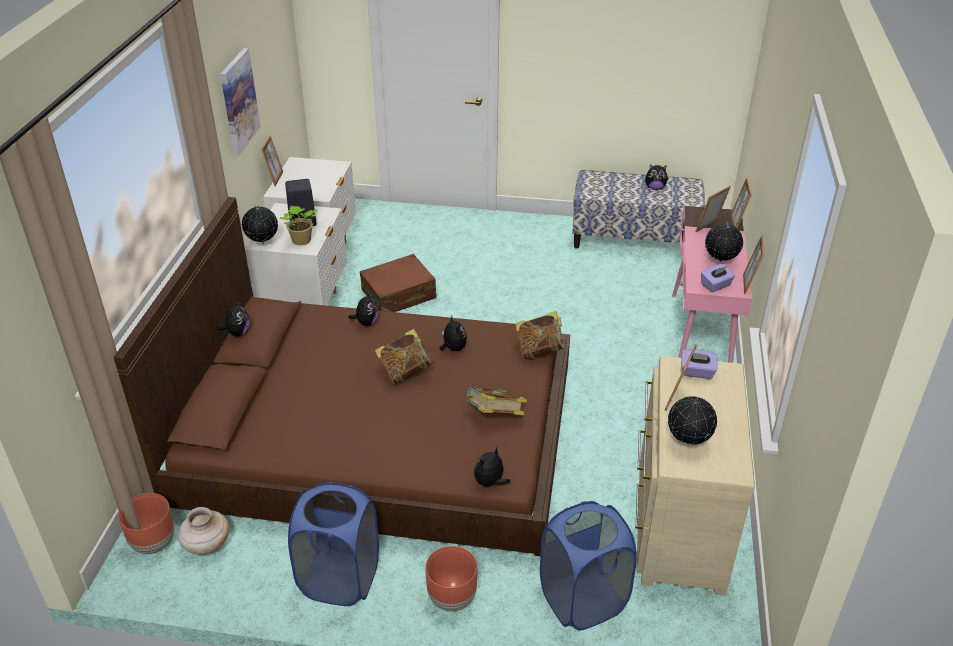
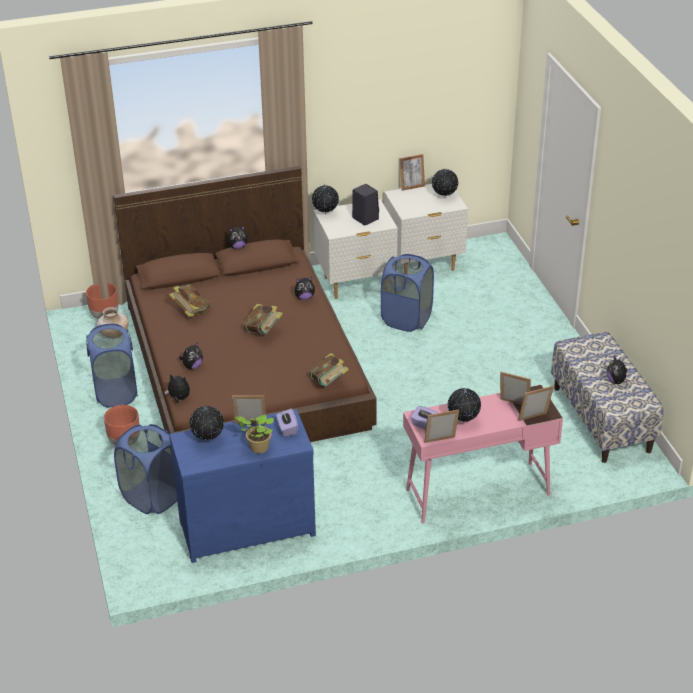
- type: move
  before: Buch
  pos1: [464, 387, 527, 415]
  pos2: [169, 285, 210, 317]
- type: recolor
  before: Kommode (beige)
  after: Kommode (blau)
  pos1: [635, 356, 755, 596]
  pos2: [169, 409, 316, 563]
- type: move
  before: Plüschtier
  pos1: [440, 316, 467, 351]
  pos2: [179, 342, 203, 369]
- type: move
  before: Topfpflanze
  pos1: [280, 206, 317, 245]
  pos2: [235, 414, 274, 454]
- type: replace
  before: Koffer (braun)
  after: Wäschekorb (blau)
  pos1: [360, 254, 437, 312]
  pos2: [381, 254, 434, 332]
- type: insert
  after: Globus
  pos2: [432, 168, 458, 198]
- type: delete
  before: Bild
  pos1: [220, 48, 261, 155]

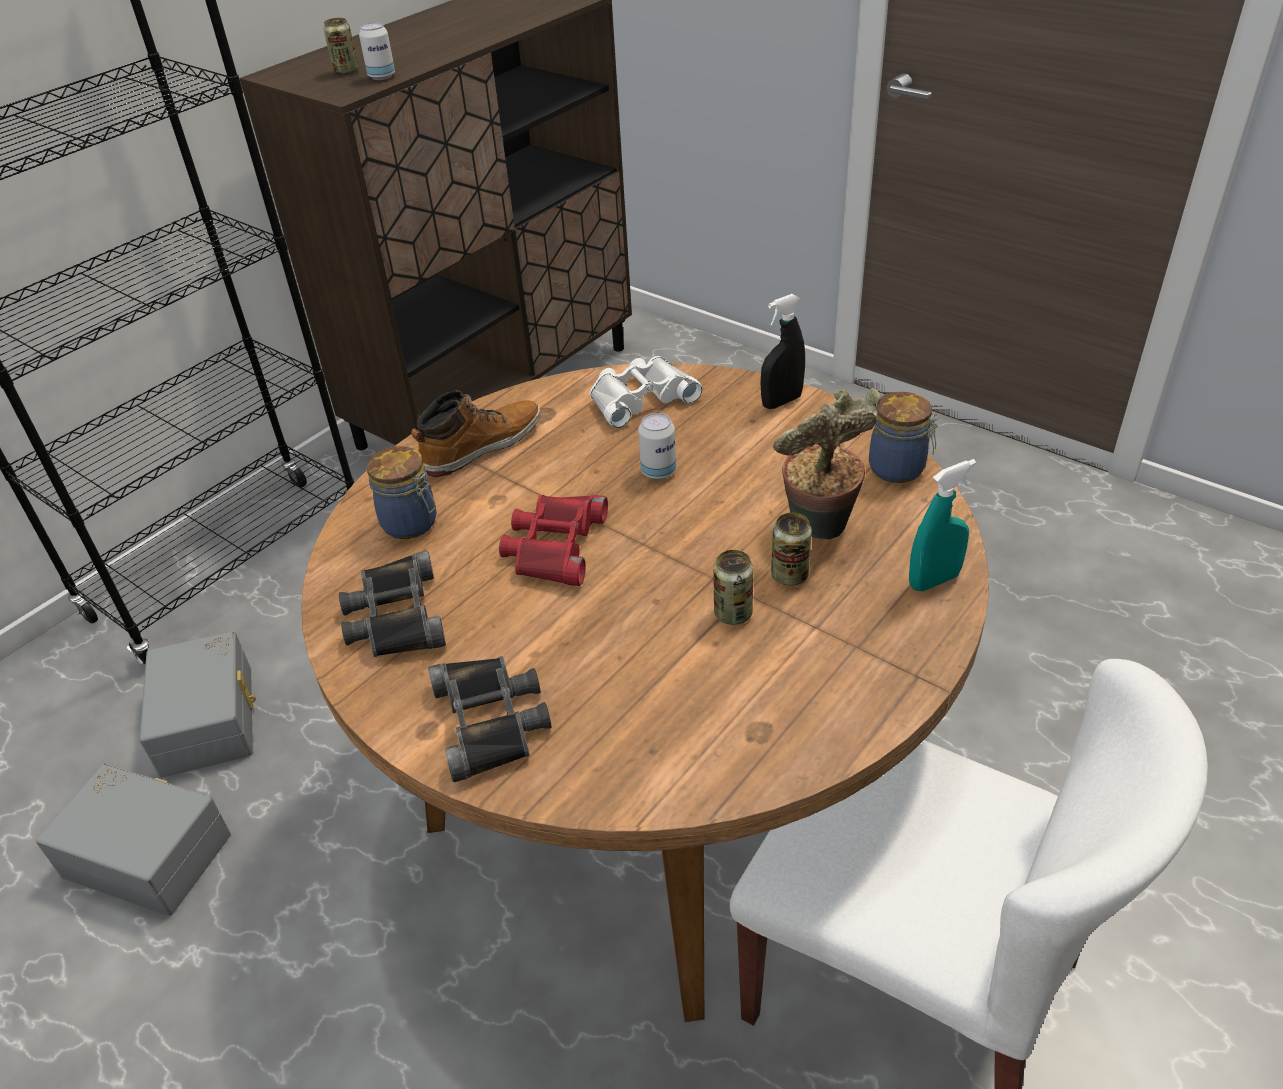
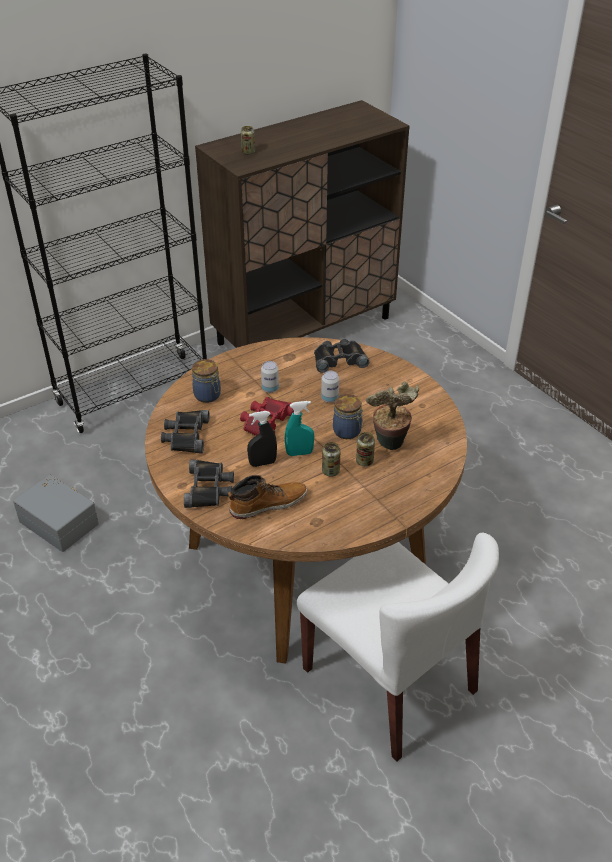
- type: move
  before: Stiefel
  pos1: [411, 390, 540, 477]
  pos2: [228, 475, 307, 519]
- type: move
  before: Sprühflasche (schwarz)
  pos1: [760, 294, 805, 409]
  pos2: [247, 411, 277, 467]
- type: move
  before: Dose
  pos1: [359, 22, 395, 80]
  pos2: [261, 361, 279, 393]
- type: move
  before: Sprühflasche (türkis)
  pos1: [909, 459, 976, 591]
  pos2: [285, 401, 314, 456]
- type: recolor
  before: Fernglas (weiß)
  after: Fernglas (schwarz)
  pos1: [590, 356, 703, 428]
  pos2: [314, 339, 369, 373]
- type: move
  before: Vorratsglas
  pos1: [869, 391, 939, 483]
  pos2: [333, 394, 363, 439]
- type: delete
  before: Aufbewahrungsbox (grau)
  pos1: [139, 631, 256, 778]

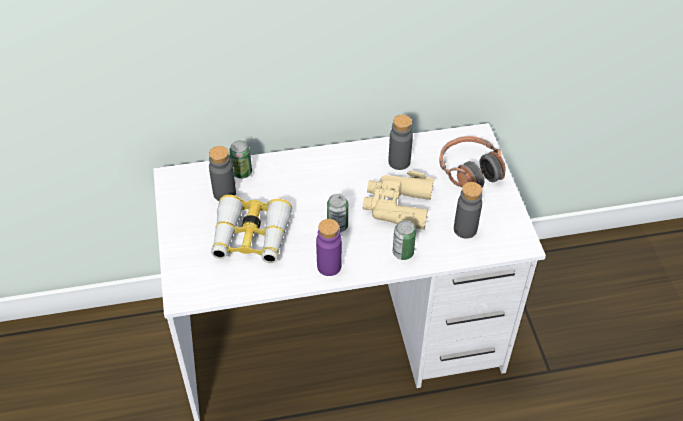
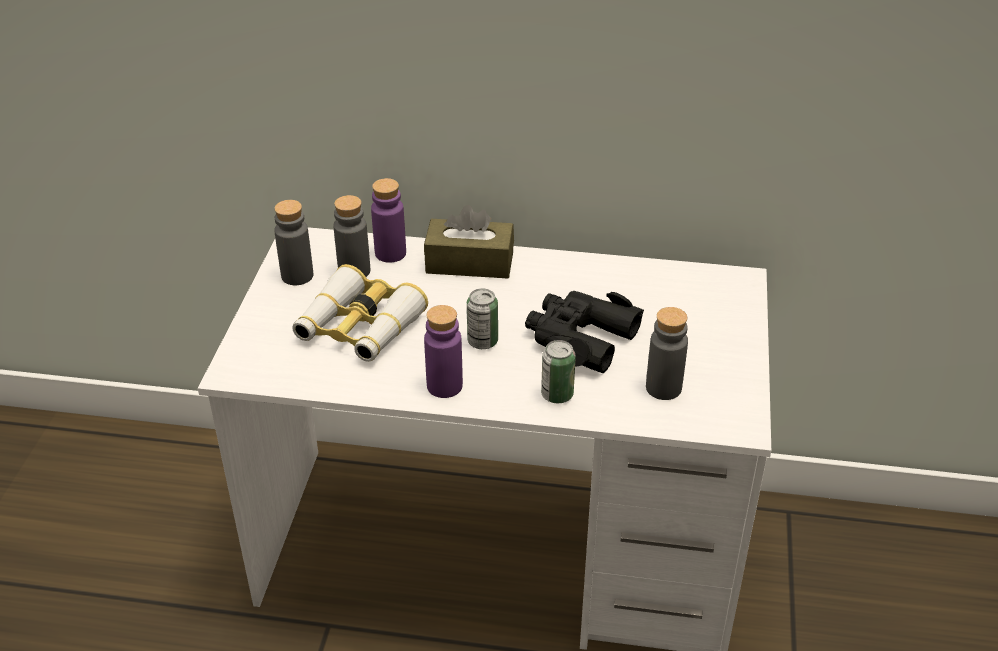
- type: move
  before: Flasche (grau)
  pos1: [388, 115, 413, 170]
  pos2: [274, 200, 313, 285]
- type: replace
  before: Dose
  after: Flasche (lila)
  pos1: [229, 140, 252, 179]
  pos2: [371, 178, 406, 263]
- type: insert
  after: Taschentuchbox (braun)
  pos2: [424, 205, 514, 278]
- type: recolor
  before: Fernglas (beige)
  after: Fernglas (schwarz)
  pos1: [363, 171, 435, 230]
  pos2: [525, 291, 644, 373]
- type: delete
  before: Kopfhörer
  pos1: [439, 136, 506, 187]

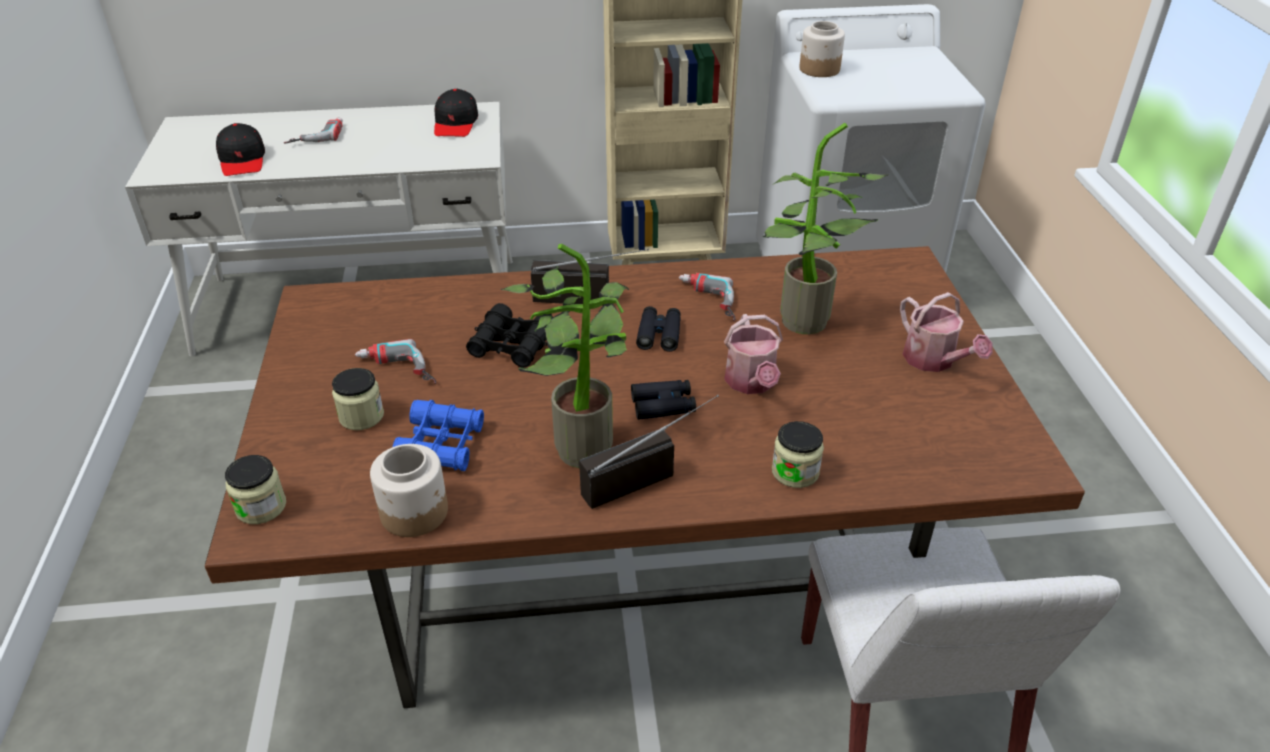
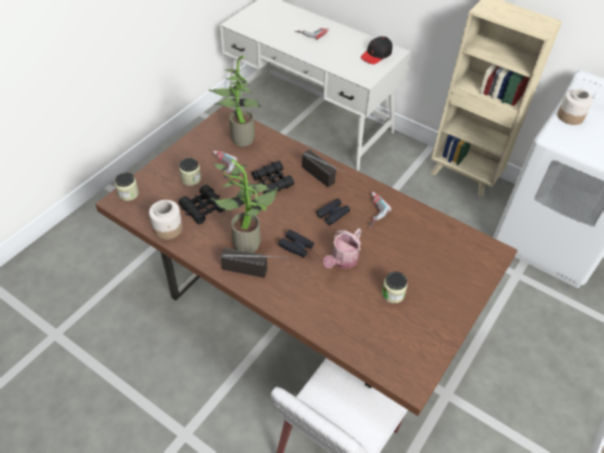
- type: recolor
  before: Fernglas (blau)
  after: Fernglas (schwarz)
  pos1: [393, 400, 484, 471]
  pos2: [179, 185, 225, 224]
- type: move
  before: Topfpflanze
  pos1: [763, 123, 889, 334]
  pos2: [209, 55, 261, 147]
- type: move
  before: Vorratsglas
  pos1: [772, 421, 824, 488]
  pos2: [382, 271, 407, 303]
- type: delete
  before: Kappe (schwarz)
  pos1: [216, 123, 265, 176]
- type: delete
  before: Gießkanne
  pos1: [900, 292, 993, 372]

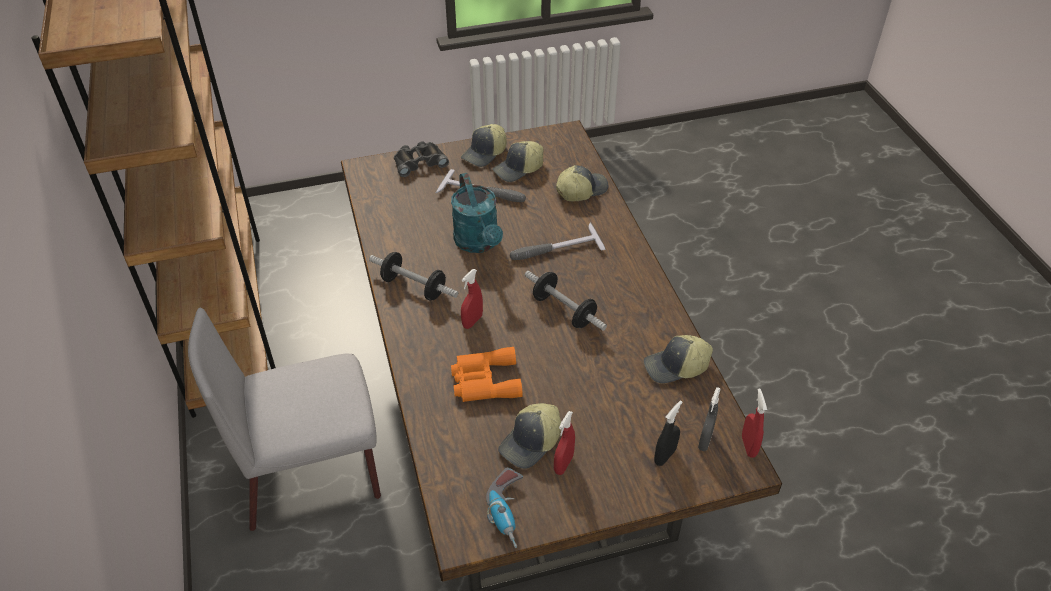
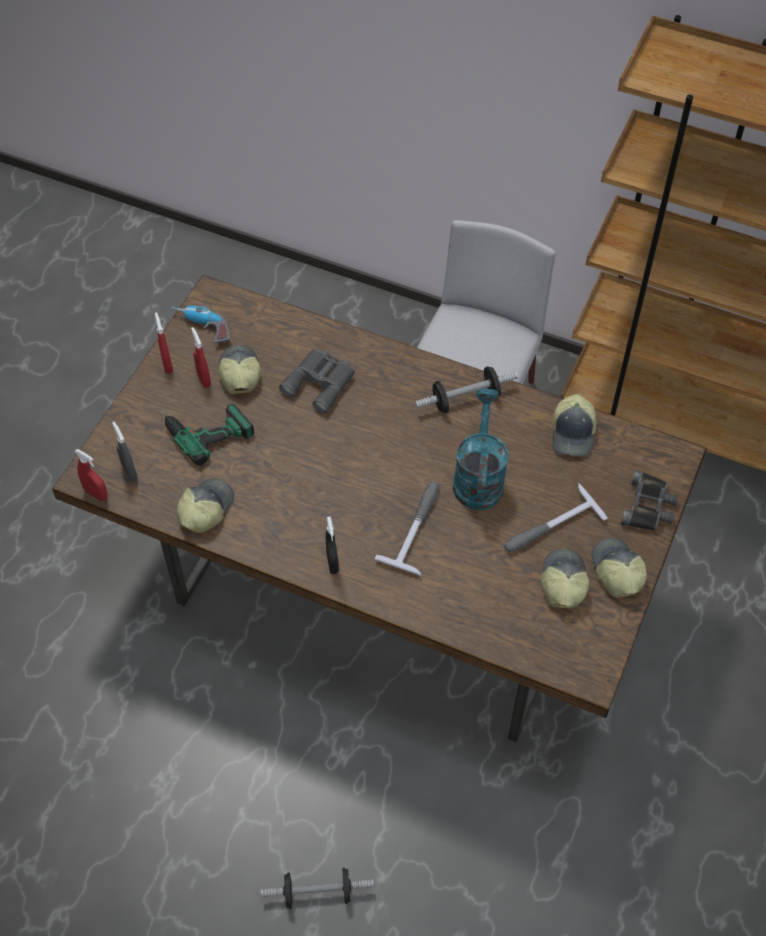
- type: move
  before: Sprühflasche (rot)
  pos1: [461, 269, 483, 329]
  pos2: [155, 312, 173, 374]
- type: insert
  after: Bohrmaschine
  pos2: [158, 404, 254, 466]
- type: move
  before: Hantel
  pos1: [525, 271, 607, 331]
  pos2: [261, 868, 374, 909]
- type: recolor
  before: Fernglas (orange)
  after: Fernglas (grau)
  pos1: [451, 347, 523, 402]
  pos2: [279, 349, 355, 414]
- type: move
  before: Sprühflasche (schwarz)
  pos1: [654, 401, 683, 466]
  pos2: [325, 516, 339, 574]
- type: rotate
  before: Gießkanne (türkis)
  pos1: [451, 173, 503, 253]
  pos2: [453, 388, 508, 510]
  turn: 75
- type: move
  before: Kappe
  pos1: [556, 165, 609, 201]
  pos2: [552, 394, 597, 456]

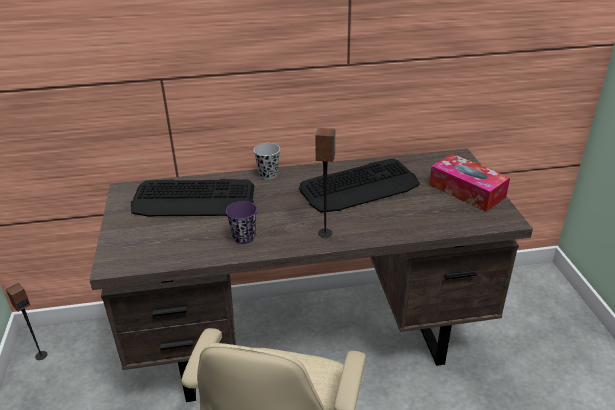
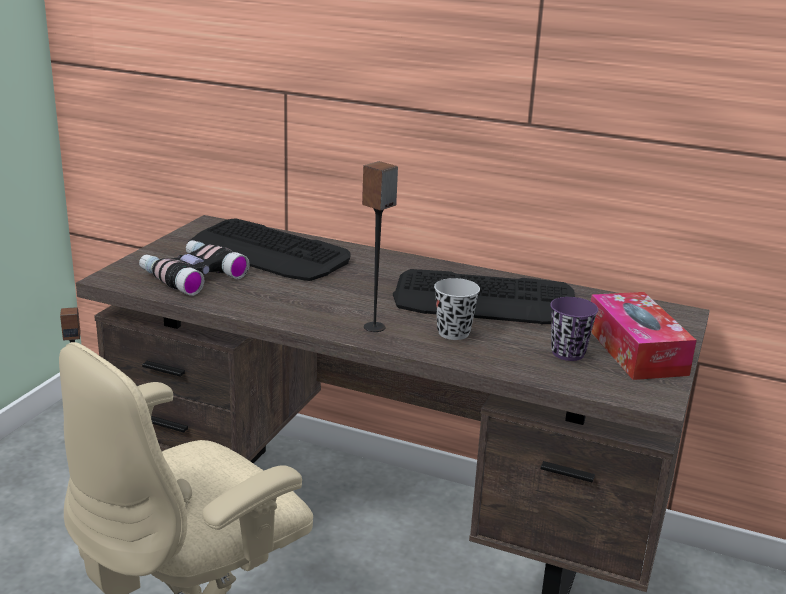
- type: insert
  after: Fernglas
  pos2: [139, 240, 250, 296]
- type: move
  before: Tasse (schwarz)
  pos1: [254, 143, 280, 179]
  pos2: [434, 278, 480, 340]
- type: move
  before: Tasse (lila)
  pos1: [226, 201, 257, 244]
  pos2: [550, 297, 598, 361]

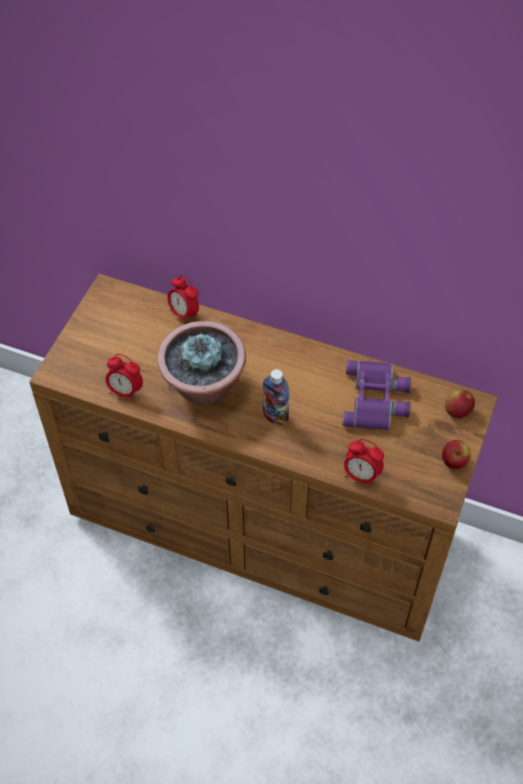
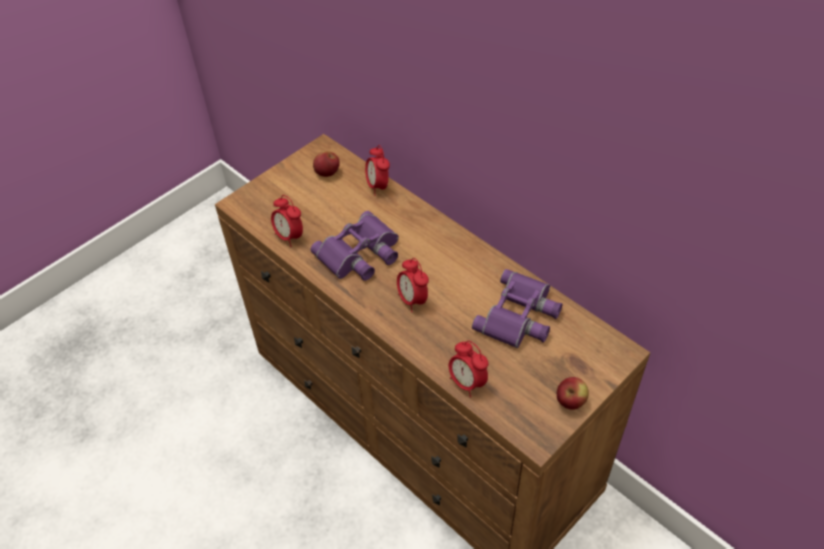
- type: replace
  before: Topfpflanze
  after: Fernglas (lila)
  pos1: [157, 321, 246, 405]
  pos2: [311, 211, 399, 281]
- type: move
  before: Apfel
  pos1: [445, 390, 475, 418]
  pos2: [313, 151, 340, 177]
- type: replace
  before: Flasche
  after: Wecker
  pos1: [263, 369, 289, 425]
  pos2: [397, 258, 429, 312]

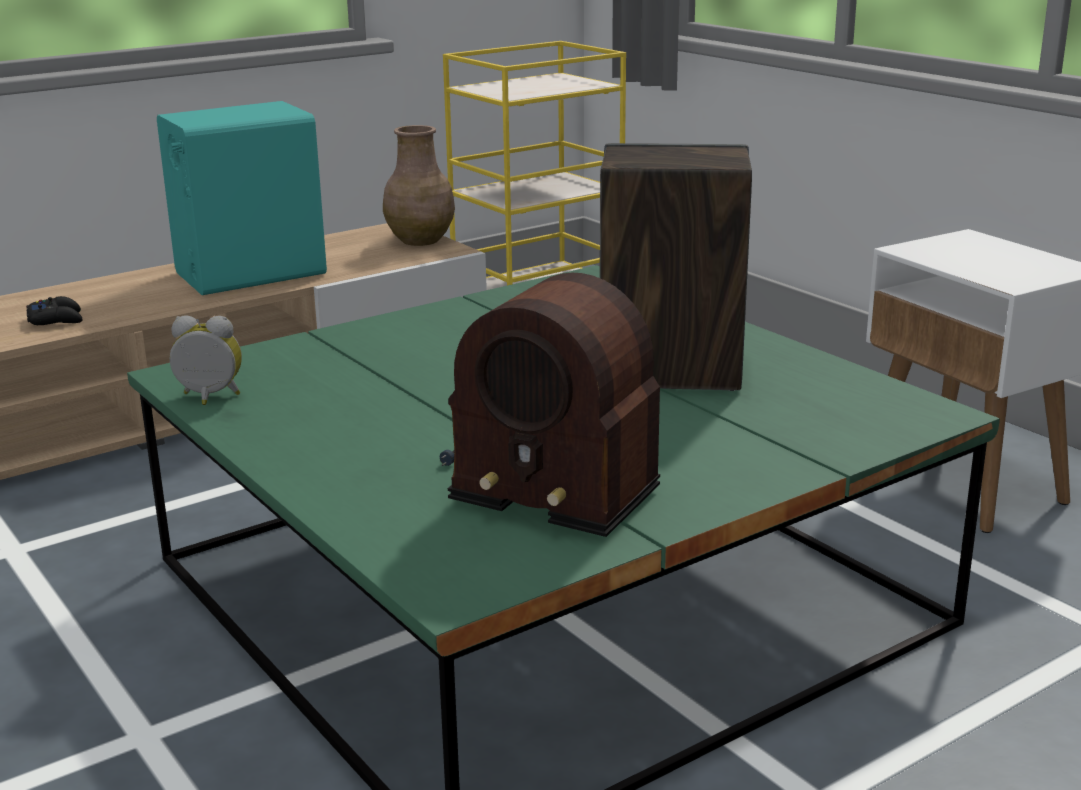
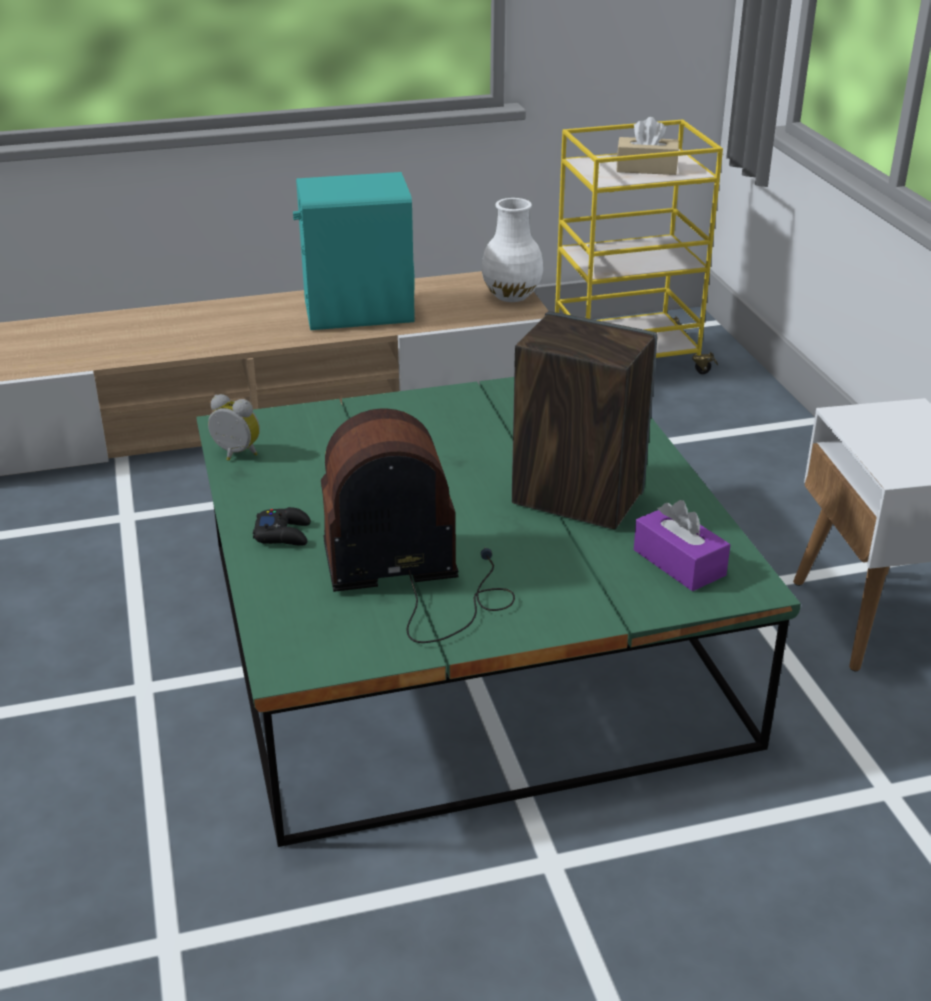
- type: move
  before: Gamepad (schwarz)
  pos1: [26, 296, 83, 325]
  pos2: [253, 507, 311, 546]
- type: rotate
  before: Radio
  pos1: [440, 272, 660, 537]
  pos2: [321, 408, 515, 643]
  turn: 120
- type: recolor
  before: Vase (braun)
  after: Vase (weiß)
  pos1: [383, 125, 455, 246]
  pos2: [481, 198, 543, 302]
- type: insert
  after: Taschentuchbox (beige)
  pos2: [616, 117, 679, 175]
- type: insert
  after: Taschentuchbox (lila)
  pos2: [634, 500, 730, 591]

